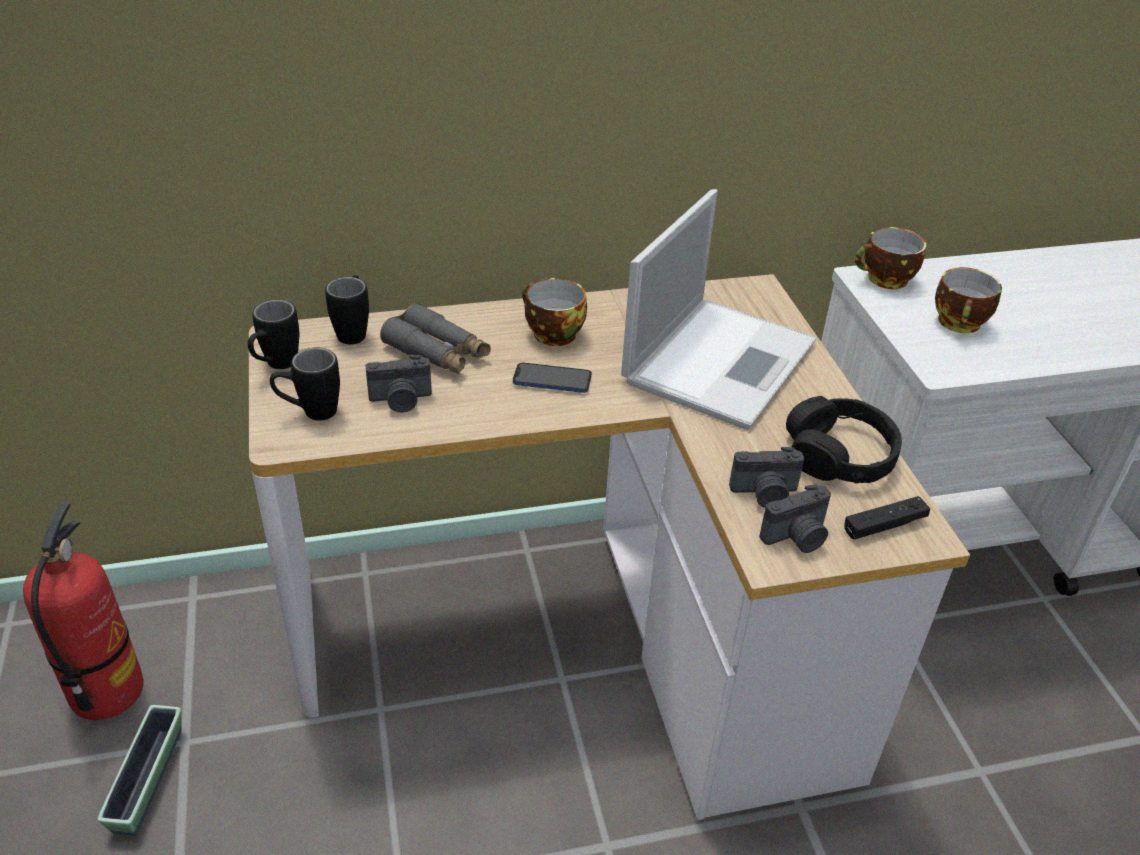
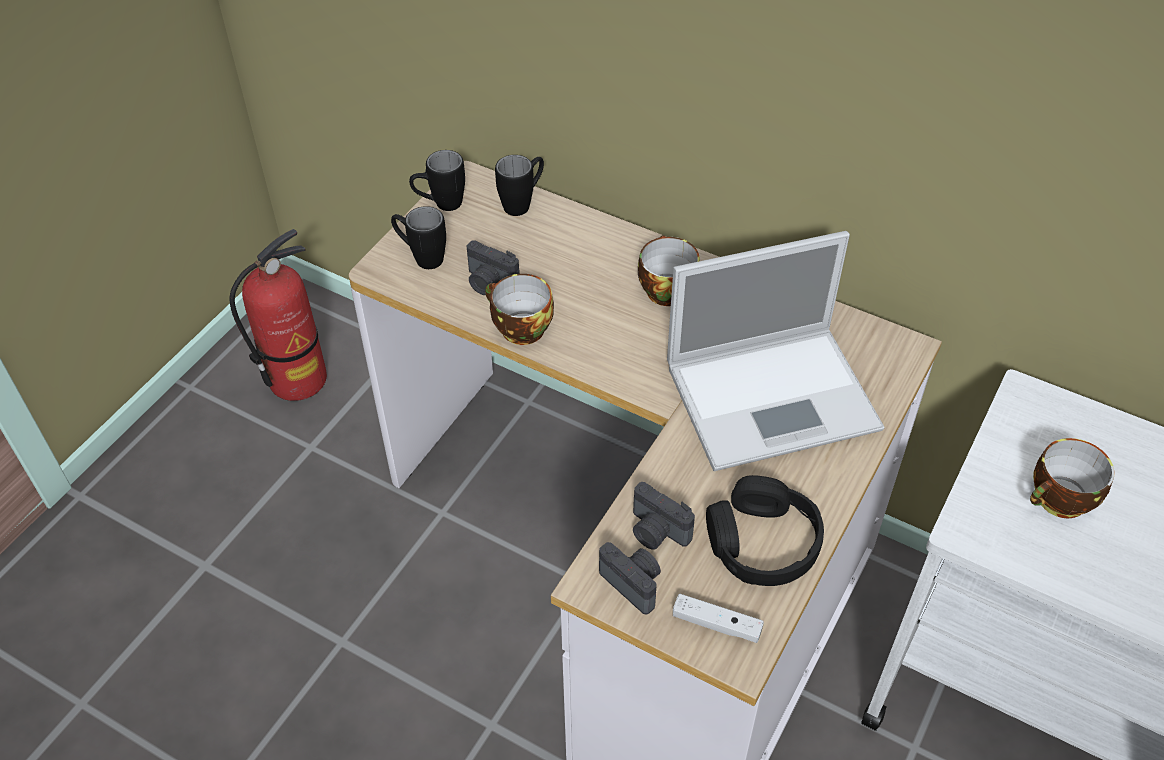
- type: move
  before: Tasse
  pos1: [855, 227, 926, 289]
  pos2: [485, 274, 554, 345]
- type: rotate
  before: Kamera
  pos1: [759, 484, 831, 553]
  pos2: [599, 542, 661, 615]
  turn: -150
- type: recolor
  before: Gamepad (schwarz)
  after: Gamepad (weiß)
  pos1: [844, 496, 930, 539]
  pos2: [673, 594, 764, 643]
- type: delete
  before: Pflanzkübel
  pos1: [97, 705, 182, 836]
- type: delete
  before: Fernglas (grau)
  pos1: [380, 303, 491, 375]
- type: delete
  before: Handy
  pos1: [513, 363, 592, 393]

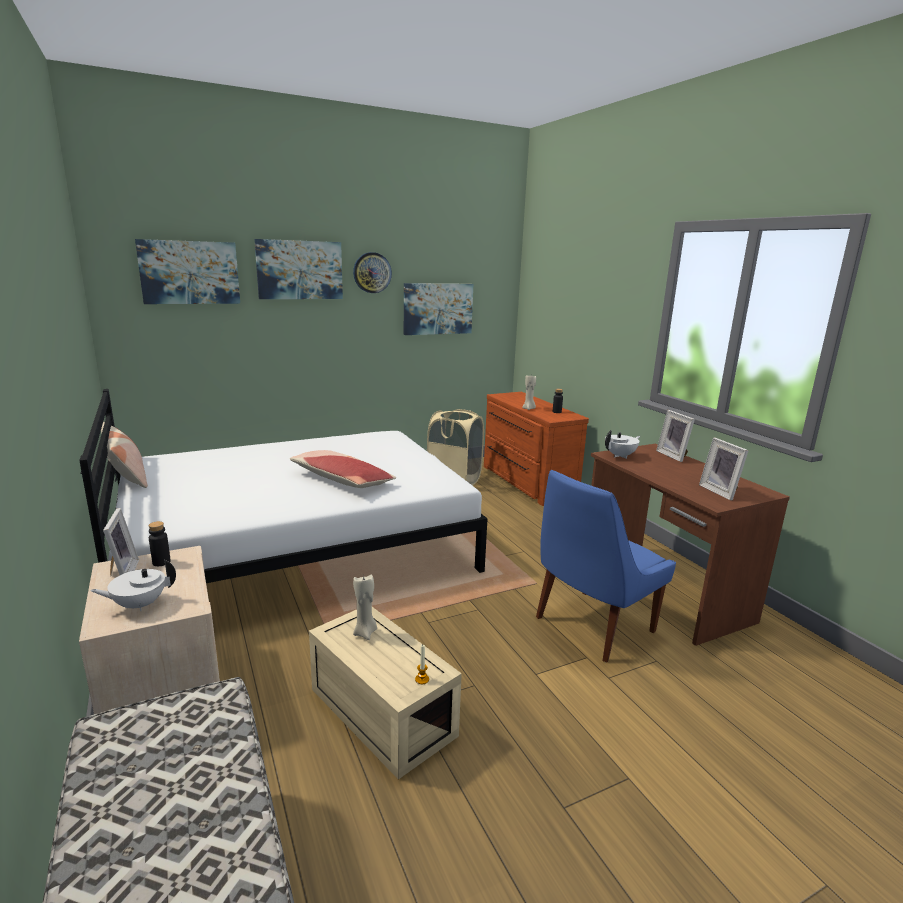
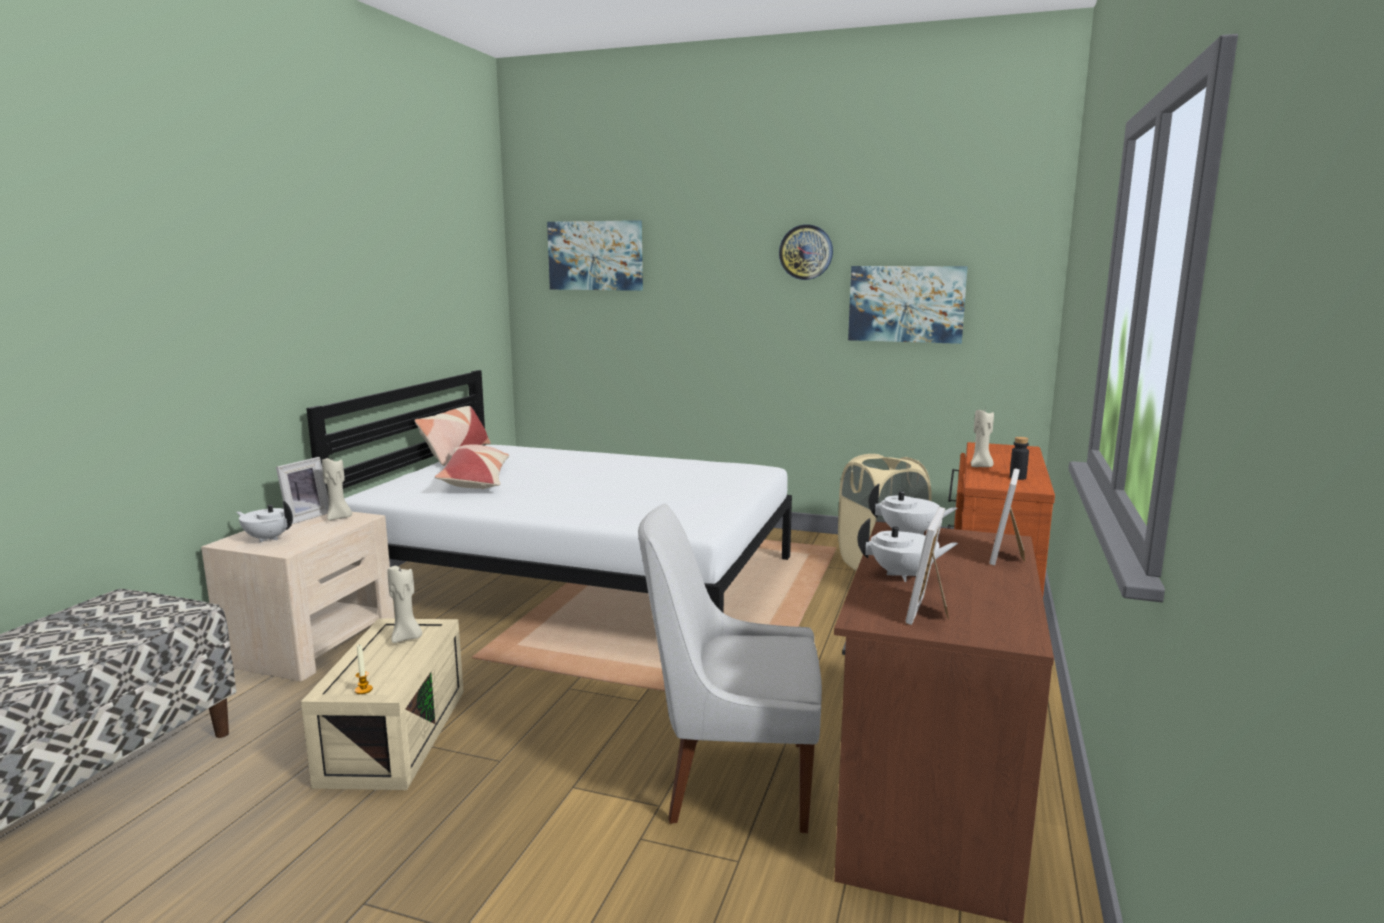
- type: replace
  before: Flasche (schwarz)
  after: Kerze (beige)
  pos1: [149, 521, 171, 566]
  pos2: [322, 458, 352, 521]
- type: move
  before: Kissen
  pos1: [290, 450, 396, 488]
  pos2: [435, 444, 509, 489]
- type: recolor
  before: Stuhl (blau)
  after: Stuhl (weiß)
  pos1: [536, 470, 676, 662]
  pos2: [638, 503, 822, 833]
- type: insert
  after: Teekanne (weiß)
  pos2: [857, 518, 958, 582]
- type: delete
  before: Bild
  pos1: [254, 239, 343, 299]

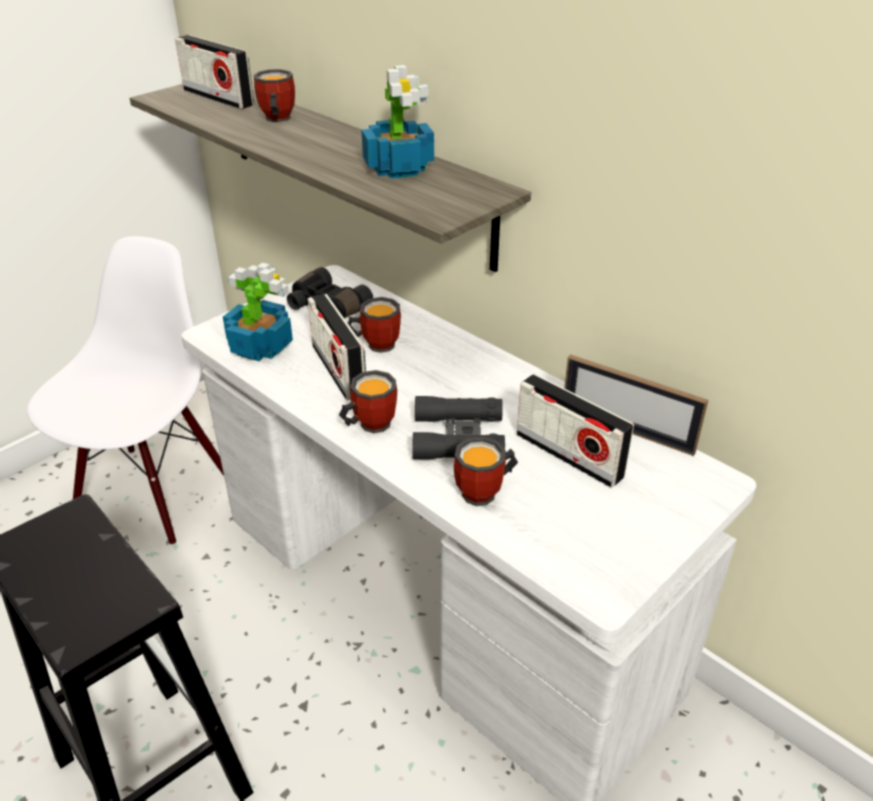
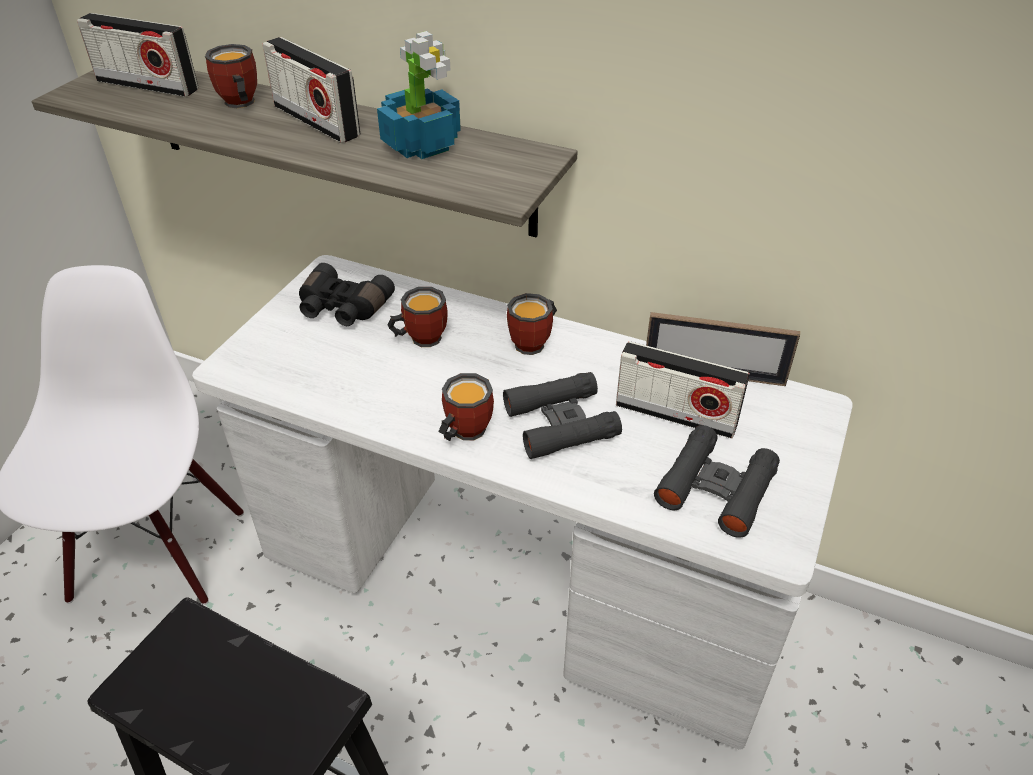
- type: move
  before: Radio
  pos1: [308, 294, 366, 400]
  pos2: [262, 37, 360, 143]
- type: move
  before: Henkelbecher
  pos1: [454, 437, 518, 506]
  pos2: [507, 293, 557, 355]
- type: insert
  after: Fernglas (schwarz)
  pos2: [654, 425, 780, 538]
- type: delete
  before: Topfpflanze
  pos1: [223, 262, 293, 361]

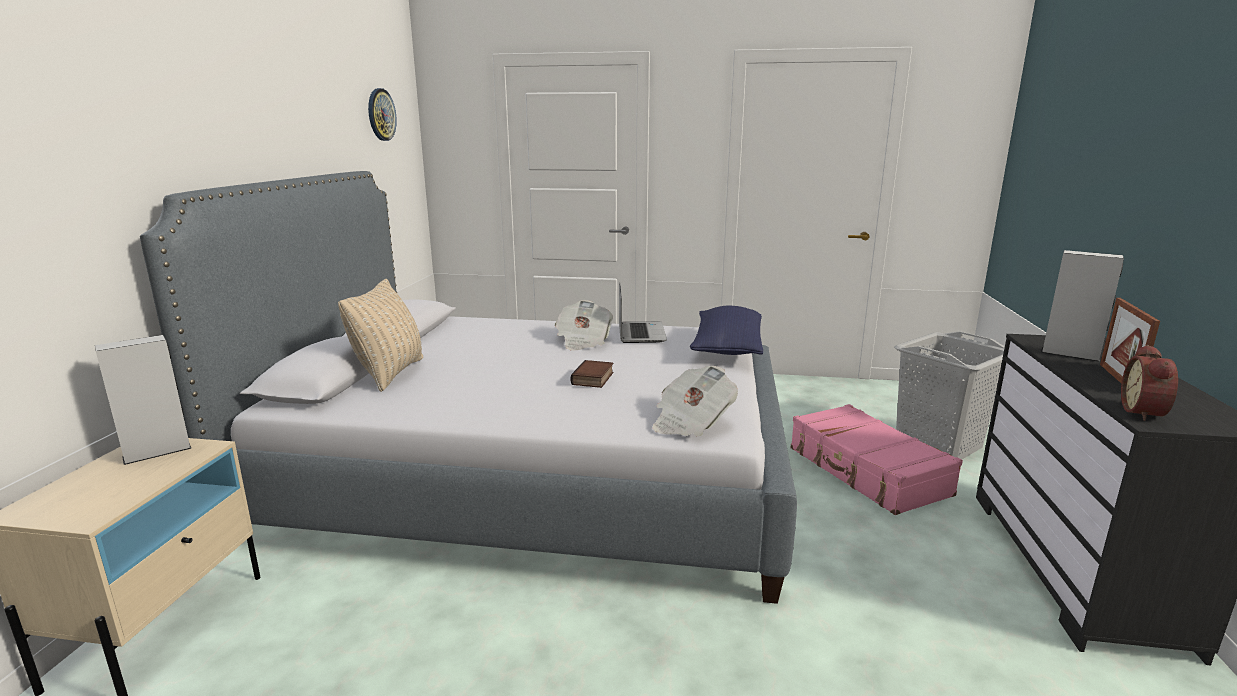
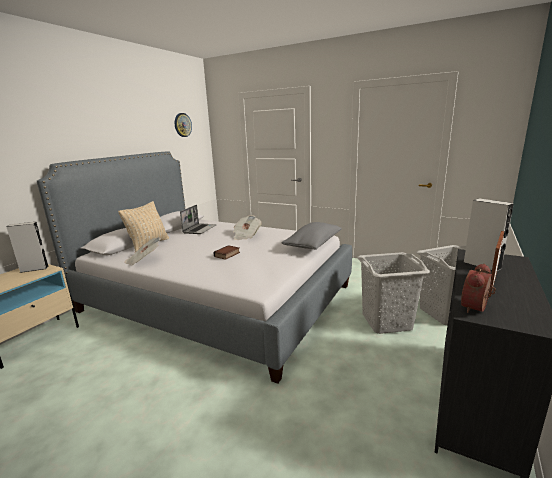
- type: move
  before: Zeitung
  pos1: [653, 366, 738, 437]
  pos2: [124, 237, 161, 265]
- type: move
  before: Laptop
  pos1: [619, 283, 667, 343]
  pos2: [180, 205, 217, 234]
- type: recolor
  before: Kissen (blau)
  after: Kissen (grau)
  pos1: [690, 306, 763, 355]
  pos2: [281, 222, 342, 250]
- type: replace
  before: Koffer (rosa)
  after: Wäschekorb (grau)
  pos1: [791, 404, 963, 515]
  pos2: [357, 252, 430, 334]

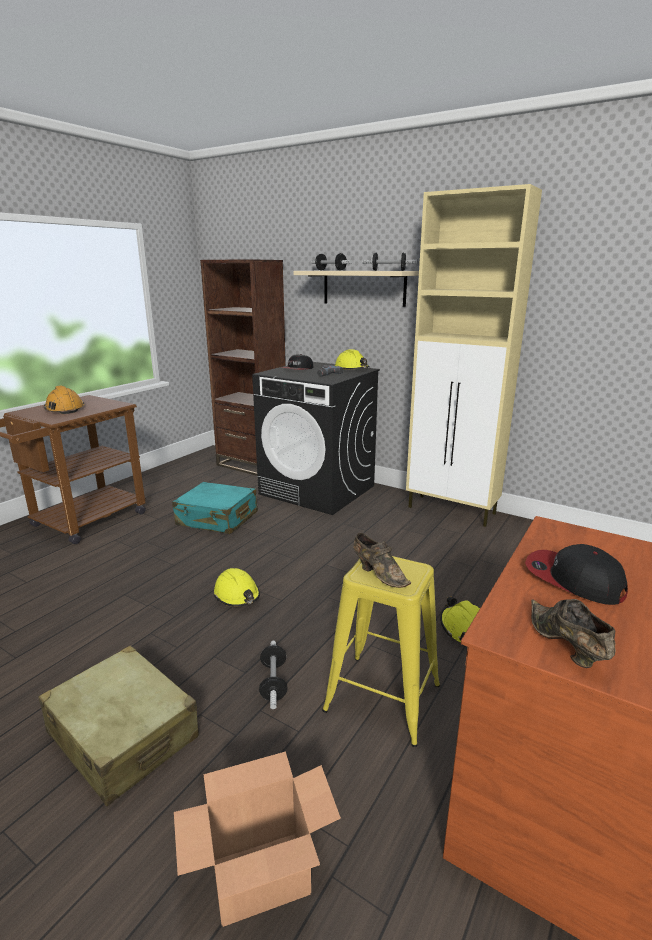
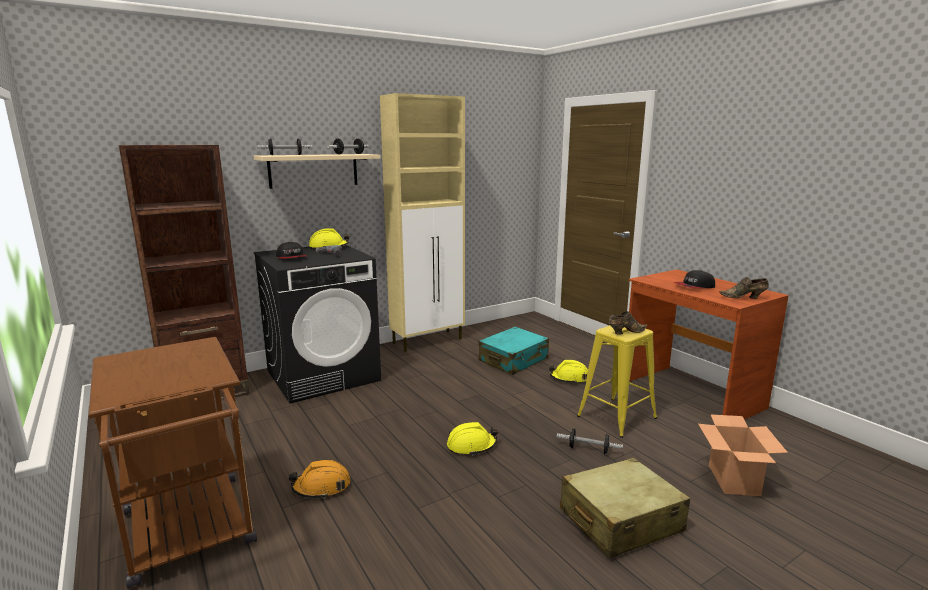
- type: move
  before: Schutzhelm (orange)
  pos1: [44, 386, 84, 414]
  pos2: [288, 460, 350, 499]
- type: move
  before: Koffer (türkis)
  pos1: [172, 482, 258, 534]
  pos2: [478, 327, 549, 375]

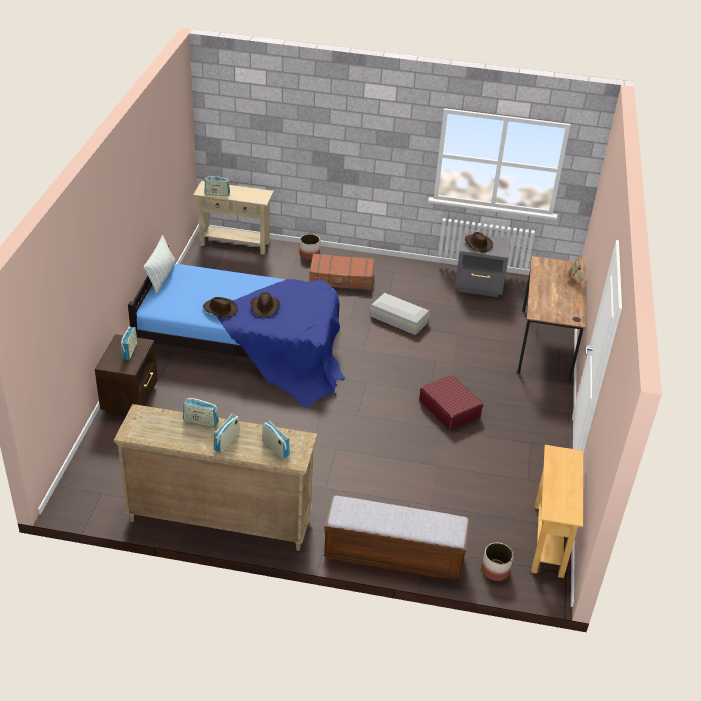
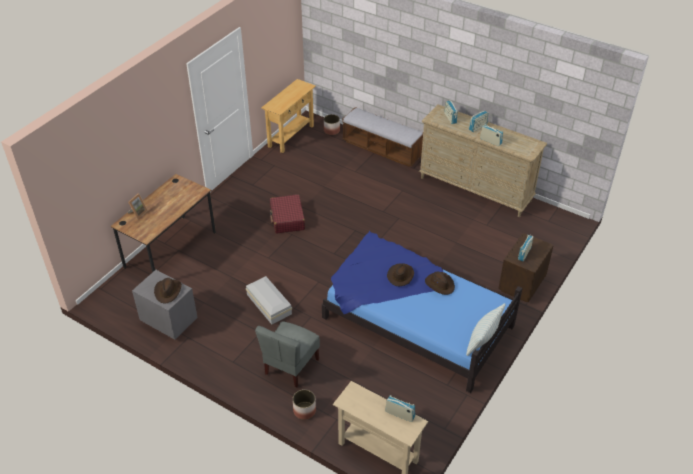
- type: replace
  before: Koffer (braun)
  after: Stuhl (grau)
  pos1: [309, 253, 374, 290]
  pos2: [255, 321, 320, 387]

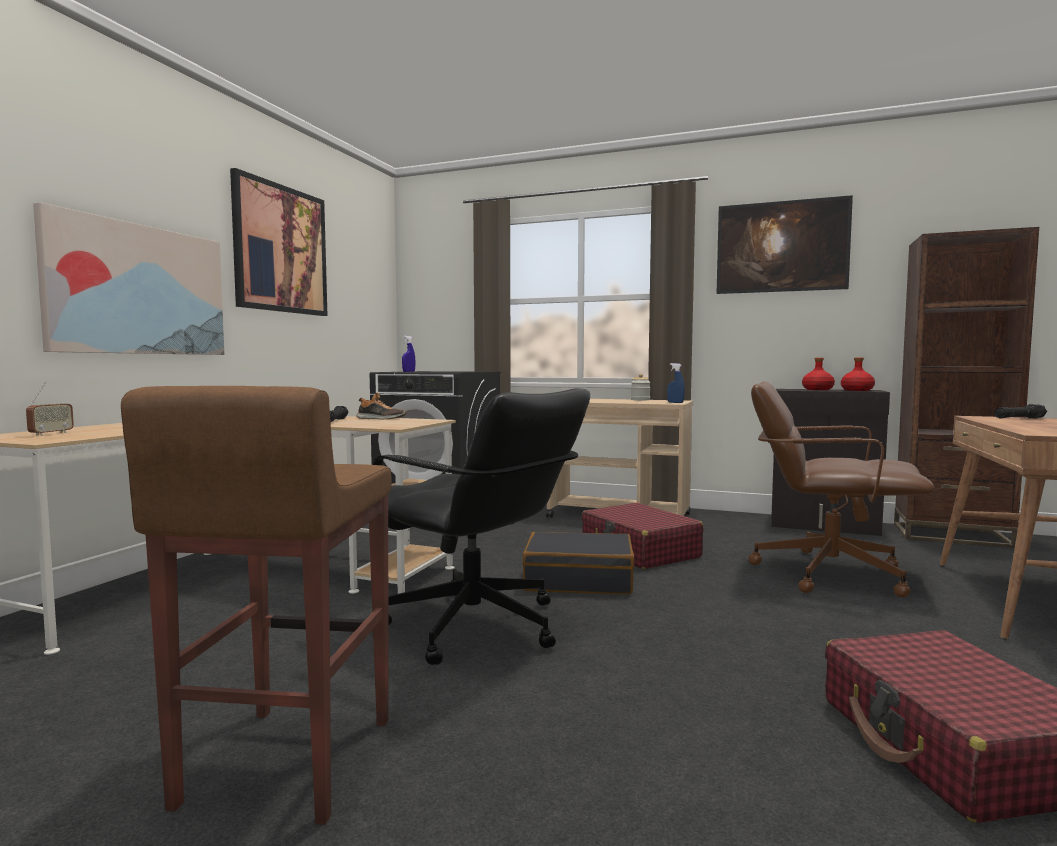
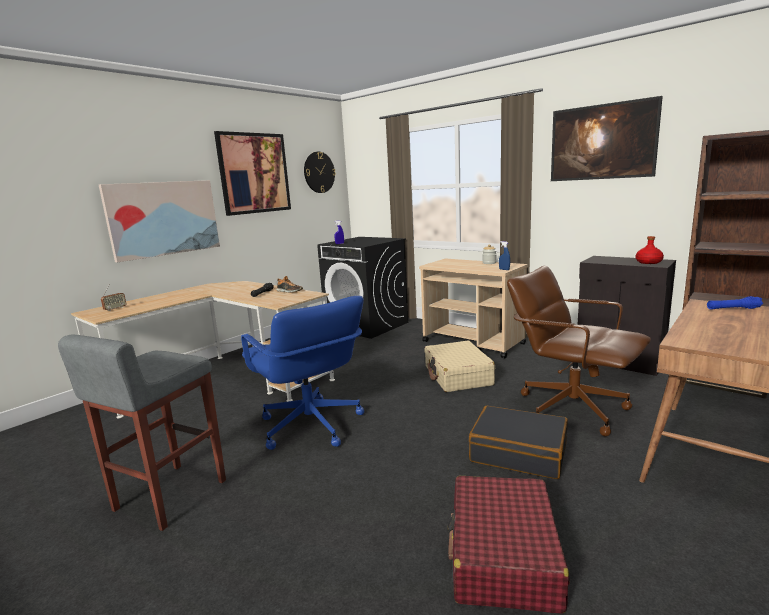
- type: recolor
  before: Hocker (braun)
  after: Hocker (grau)
  pos1: [121, 386, 392, 825]
  pos2: [58, 335, 226, 531]
- type: recolor
  before: Bürostuhl (schwarz)
  after: Bürostuhl (blau)
  pos1: [373, 388, 590, 665]
  pos2: [241, 296, 364, 450]
- type: insert
  after: Wanduhr
  pos2: [304, 152, 336, 193]
- type: recolor
  before: Koffer (rot)
  after: Koffer (beige)
  pos1: [582, 503, 704, 569]
  pos2: [425, 341, 495, 392]
- type: move
  before: Koffer (schwarz)
  pos1: [522, 532, 634, 594]
  pos2: [469, 406, 568, 479]
- type: recolor
  before: Taschenlampe (schwarz)
  after: Taschenlampe (blau)
  pos1: [994, 404, 1047, 419]
  pos2: [707, 296, 763, 310]
- type: delete
  before: Flasche (rot)
  pos1: [802, 358, 835, 390]

